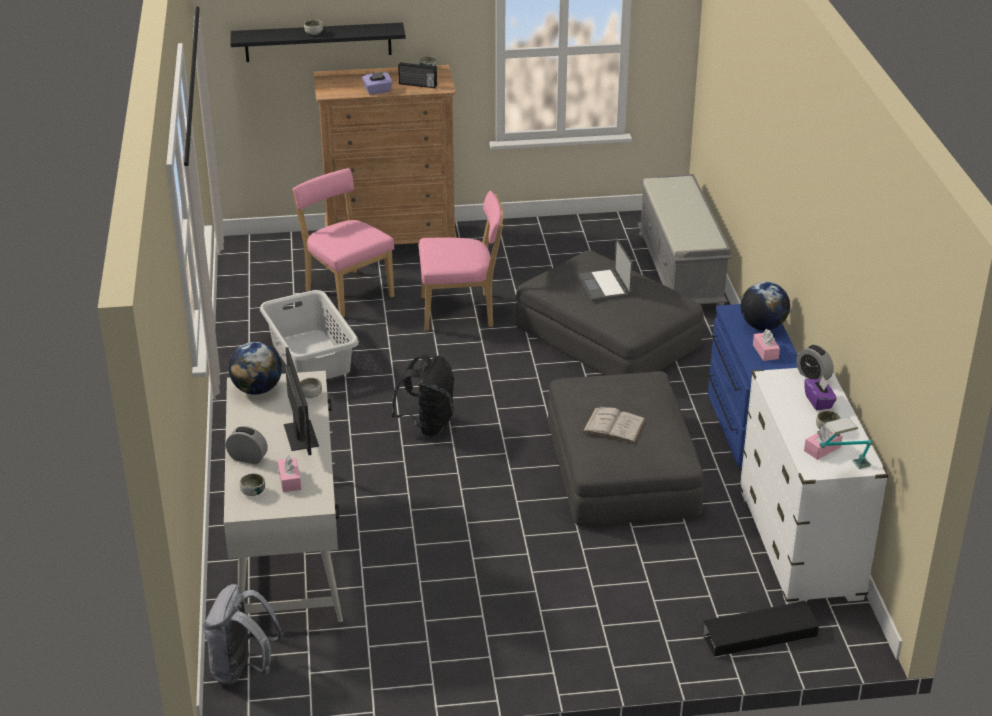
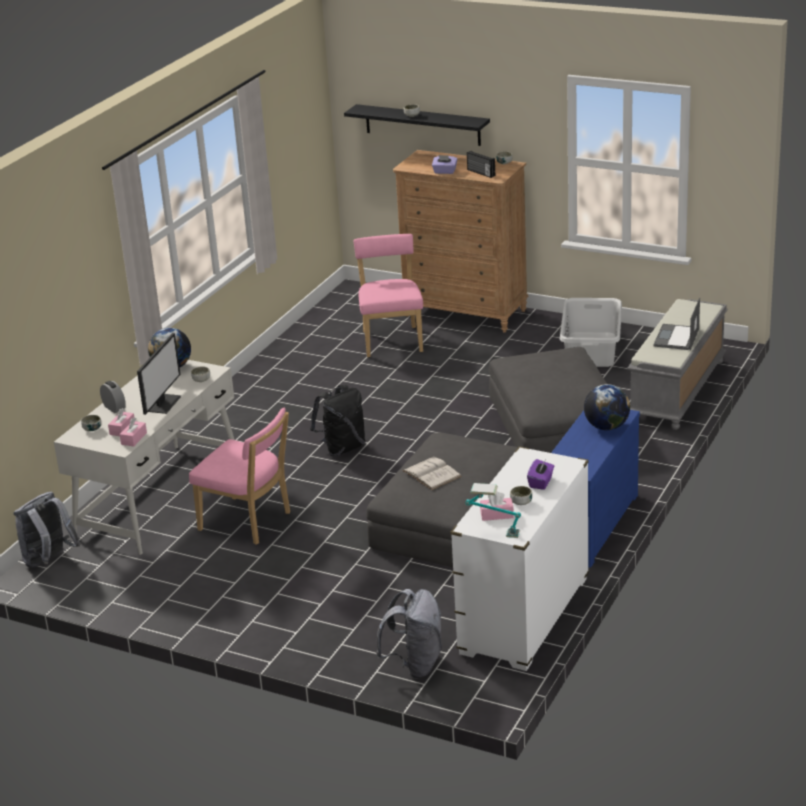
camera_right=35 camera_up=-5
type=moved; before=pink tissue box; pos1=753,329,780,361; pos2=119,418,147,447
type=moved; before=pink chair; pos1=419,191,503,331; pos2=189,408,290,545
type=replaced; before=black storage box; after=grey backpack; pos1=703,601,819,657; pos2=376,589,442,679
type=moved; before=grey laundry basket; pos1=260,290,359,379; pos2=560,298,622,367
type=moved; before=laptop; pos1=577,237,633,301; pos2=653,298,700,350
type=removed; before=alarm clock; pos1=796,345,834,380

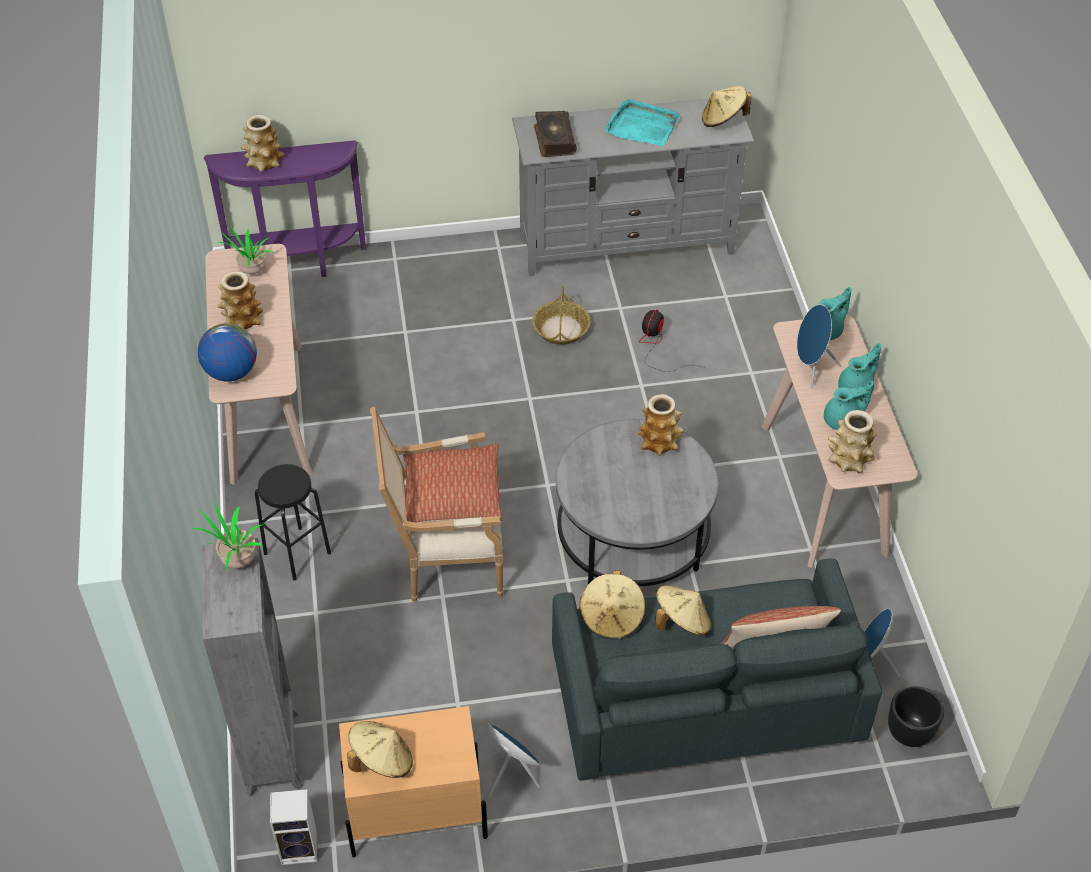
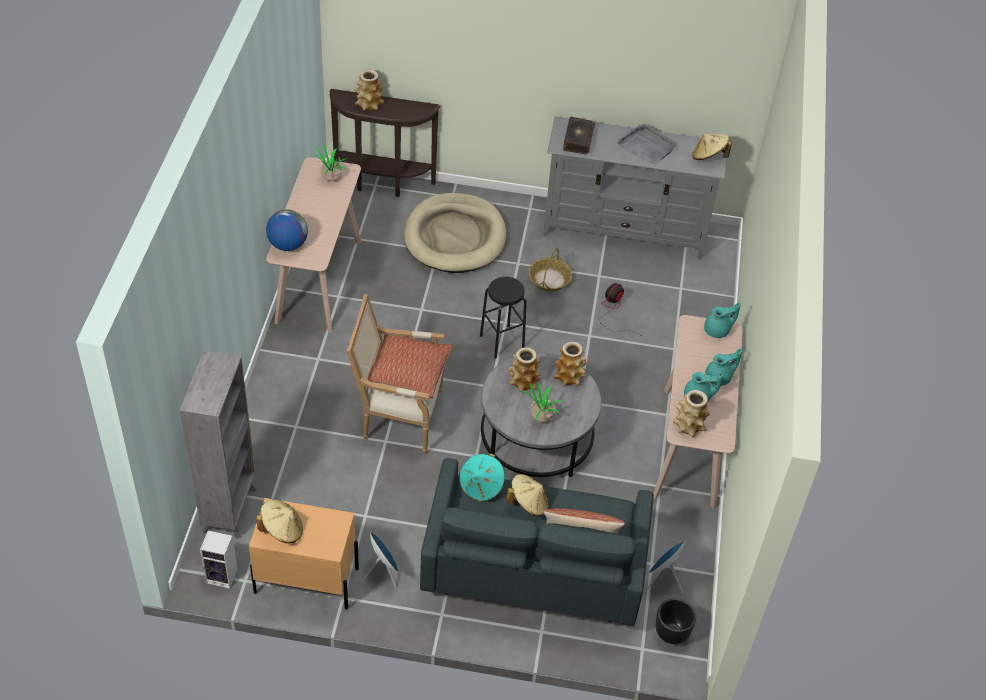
camera_right=15 camera_up=0
type=recoloured; before=purple console table; after=brown console table; pos1=204,140,366,277; pos2=330,89,441,197
type=added; after=beige dog bed; pos2=404,193,506,273
type=recoloured; before=beige hat; after=turquoise hat; pos1=579,570,645,639; pos2=459,453,505,502
type=moved; before=black stool; pos1=255,464,331,580; pos2=480,277,527,358
type=moved; before=vase; pos1=217,271,263,329; pos2=508,347,541,392
type=moved; before=potted plant; pos1=188,503,264,569; pos2=523,382,563,422
type=recoloured; before=turquoise tray; after=grey tray; pos1=605,99,680,146; pos2=616,124,677,165
type=removed; before=blue speaker; pos1=797,304,842,389

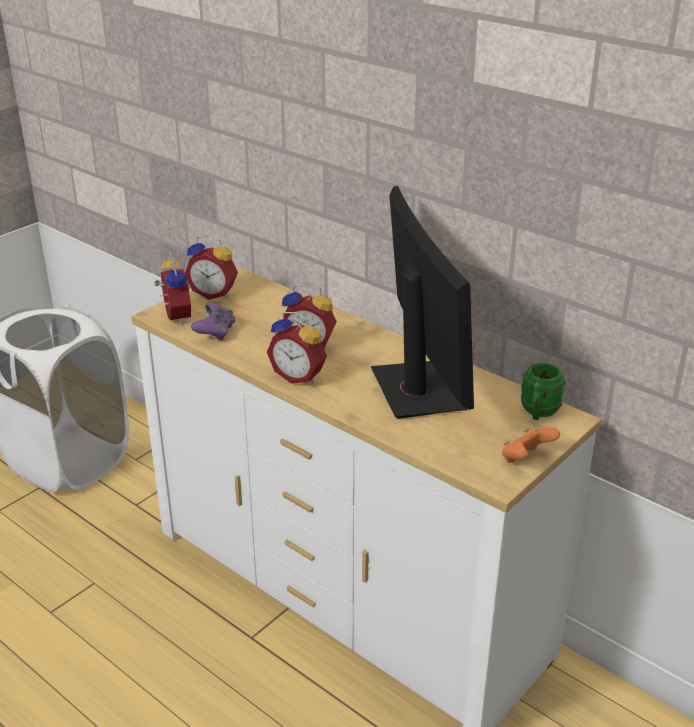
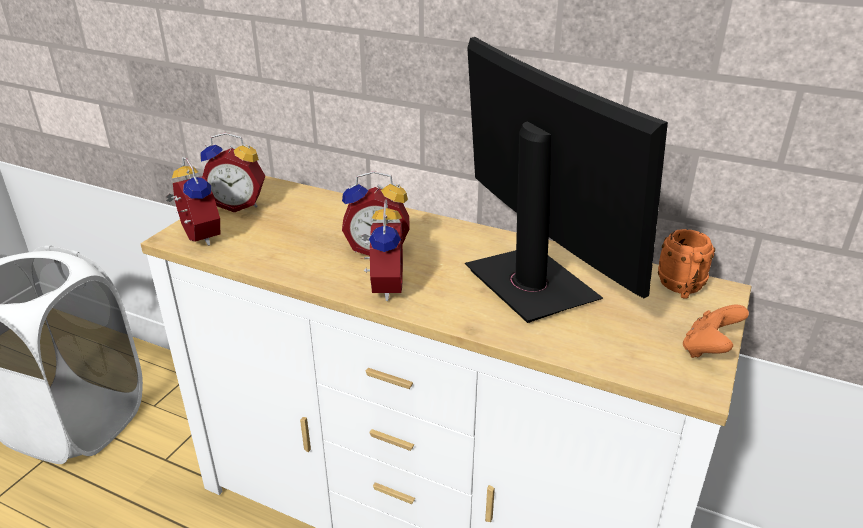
camera_right=-15 camera_up=0
type=turned; before=alarm clock; pos1=267,312,327,384; pos2=361,199,403,301; turn=-105
type=recoloured; before=green mug; after=orange mug; pos1=521,363,565,420; pos2=658,229,715,299
type=removed; before=purple game controller; pos1=191,303,235,341

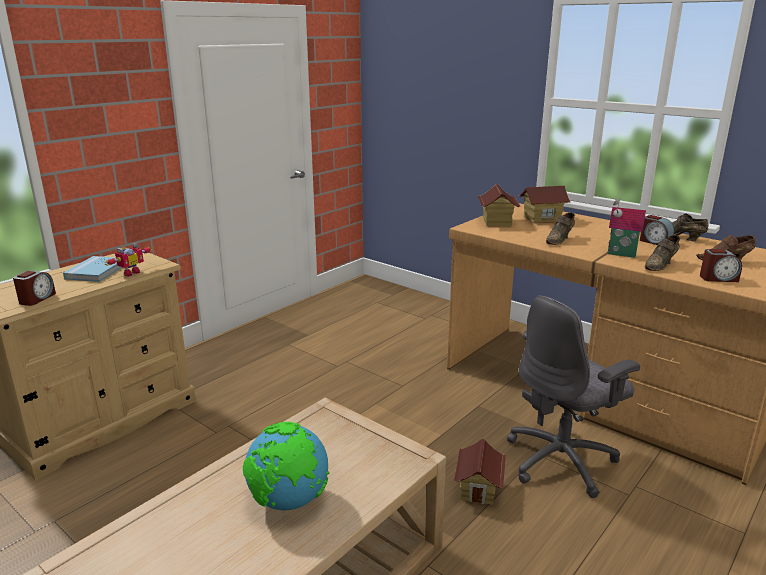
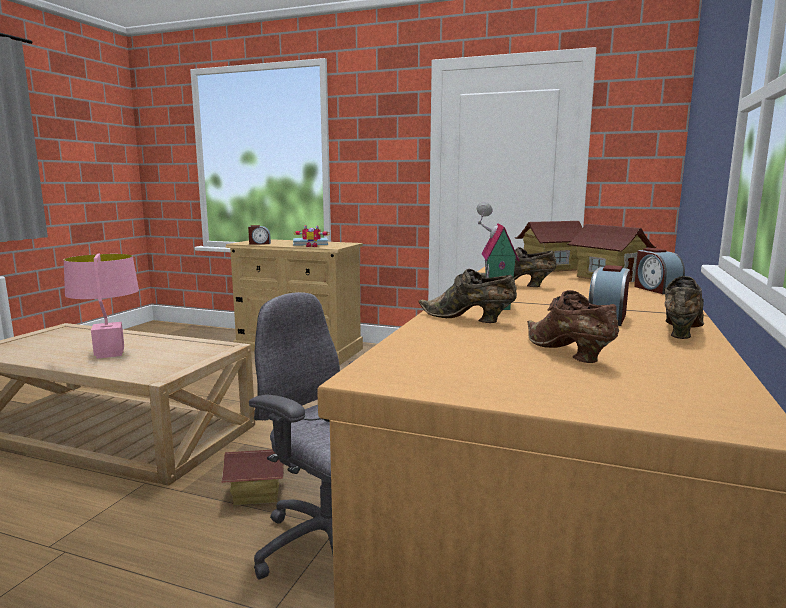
camera_right=70 camera_up=-10
type=replaced; before=globe; after=pink table lamp; pos1=243,422,330,510; pos2=64,253,139,359
type=moved; before=alarm clock; pos1=700,249,742,282; pos2=634,248,685,294

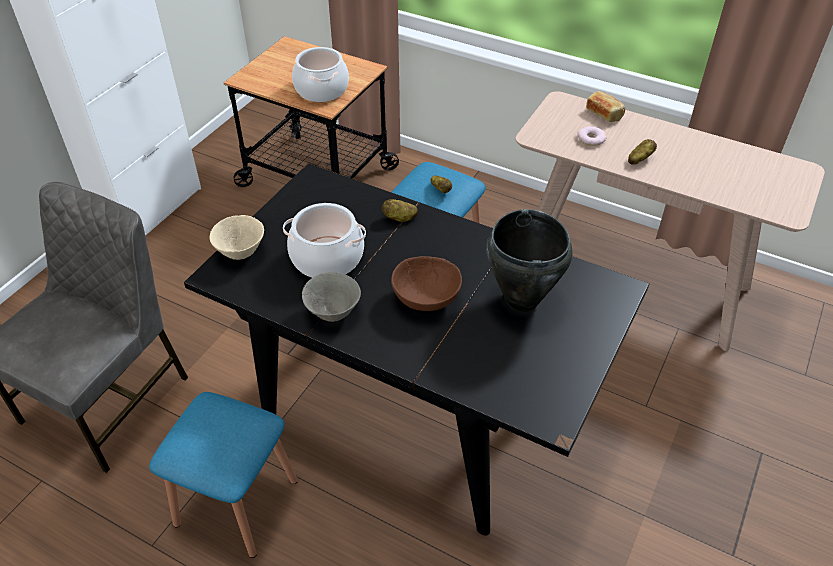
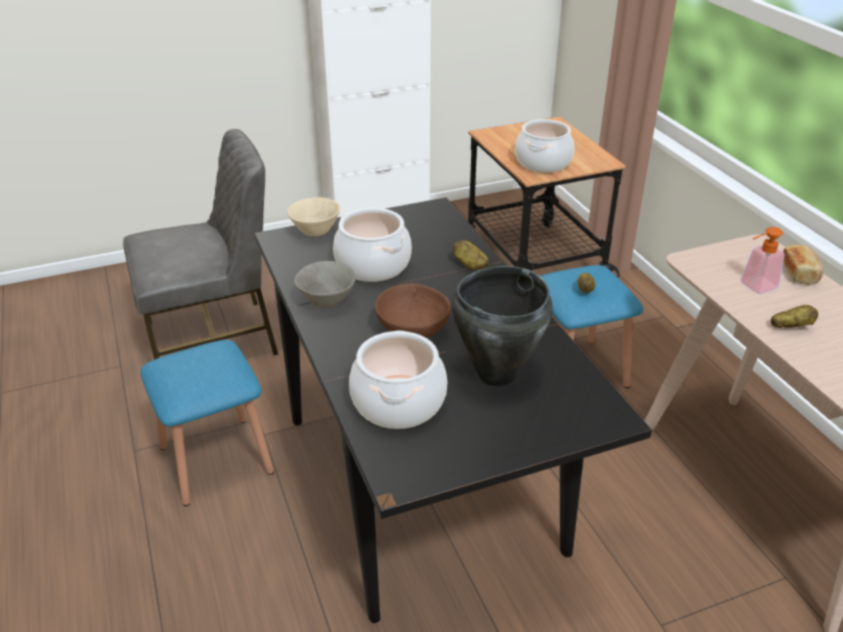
camera_right=40 camera_up=-10
type=added; after=cooking pot; pos2=349,330,447,429
type=replaced; before=donut; after=soap dispenser; pos1=577,126,607,146; pos2=741,227,785,294

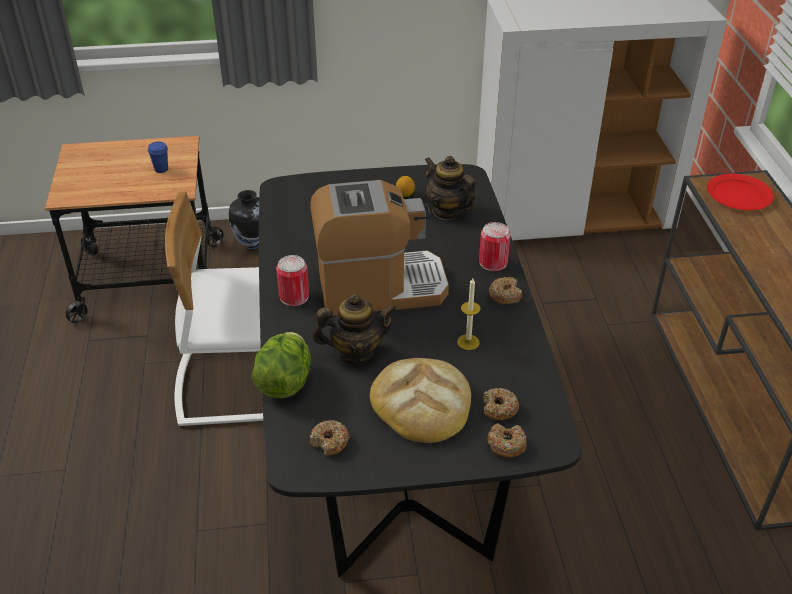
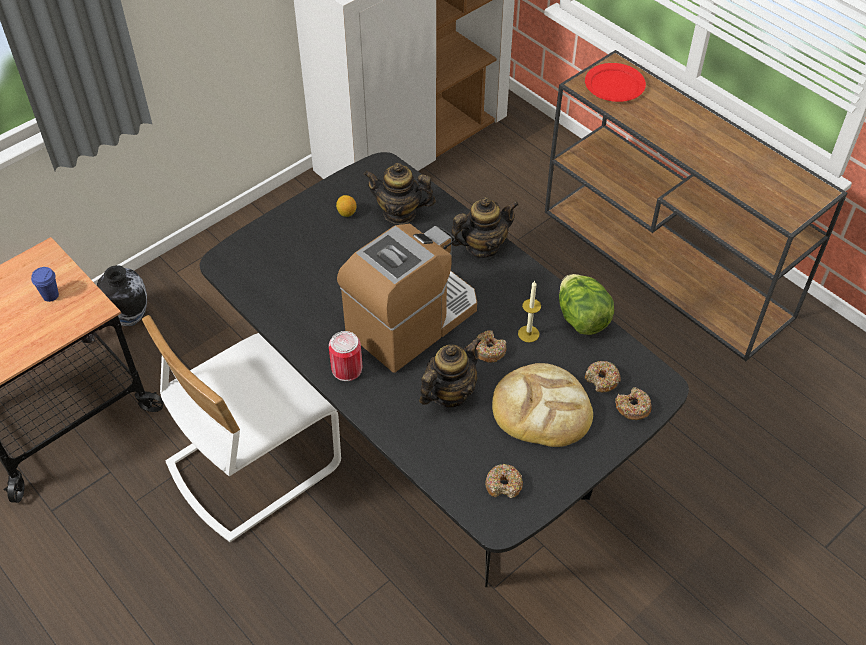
camera_right=-35 camera_up=10
type=replaced; before=can; after=teapot; pos1=479,222,510,271; pos2=451,197,519,258
type=moved; before=donut; pos1=489,277,522,305; pos2=476,330,506,363
type=moved; before=lettuce; pos1=252,332,311,398; pos2=559,274,614,335

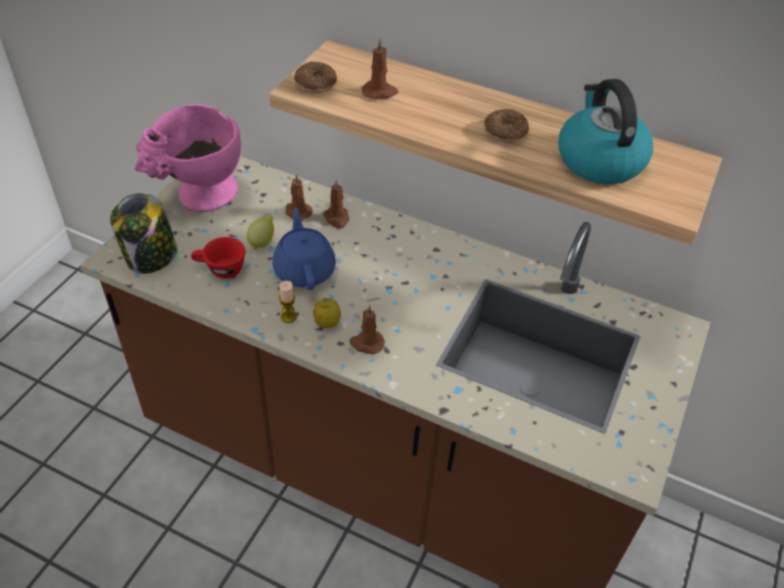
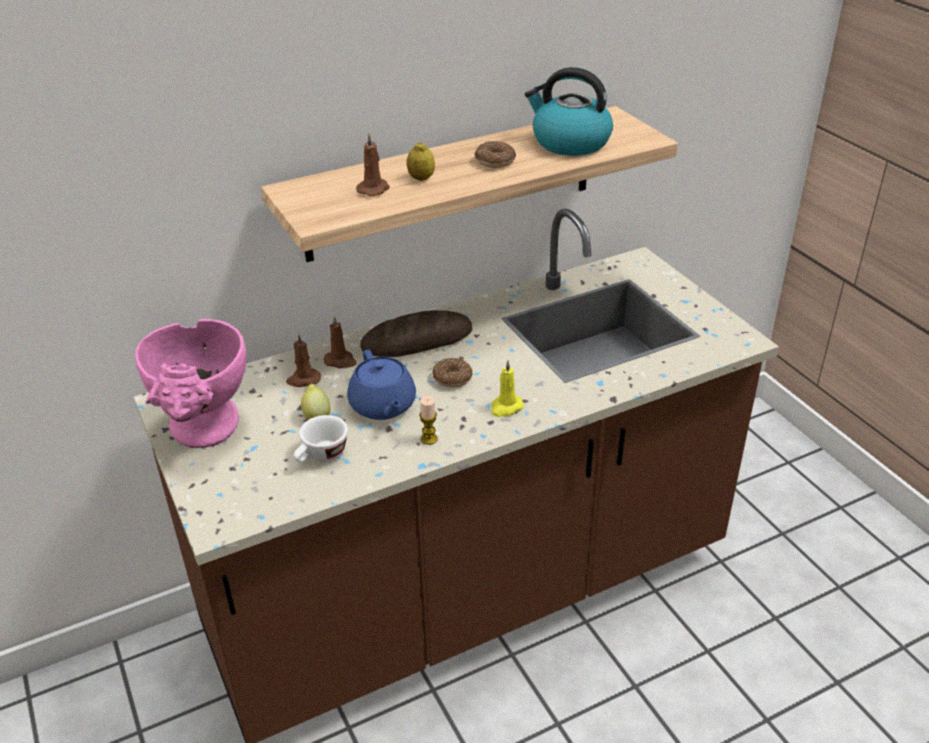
camera_right=-50 camera_up=-10
type=recoloured; before=red cup; after=white cup; pos1=191,237,245,279; pos2=293,415,348,463
type=turned; before=blue teapot; pos1=273,208,336,290; pos2=347,350,416,420; turn=-135
type=added; after=bread; pos2=360,310,472,357
type=moved; before=lemon; pos1=313,298,341,328; pos2=407,142,435,181
type=moved; before=donut; pos1=294,61,337,93; pos2=432,358,473,388
type=recoloured; before=brown candle; after=yellow candle; pos1=349,305,385,354; pos2=491,360,524,417
type=removed; before=jar; pos1=110,193,177,274

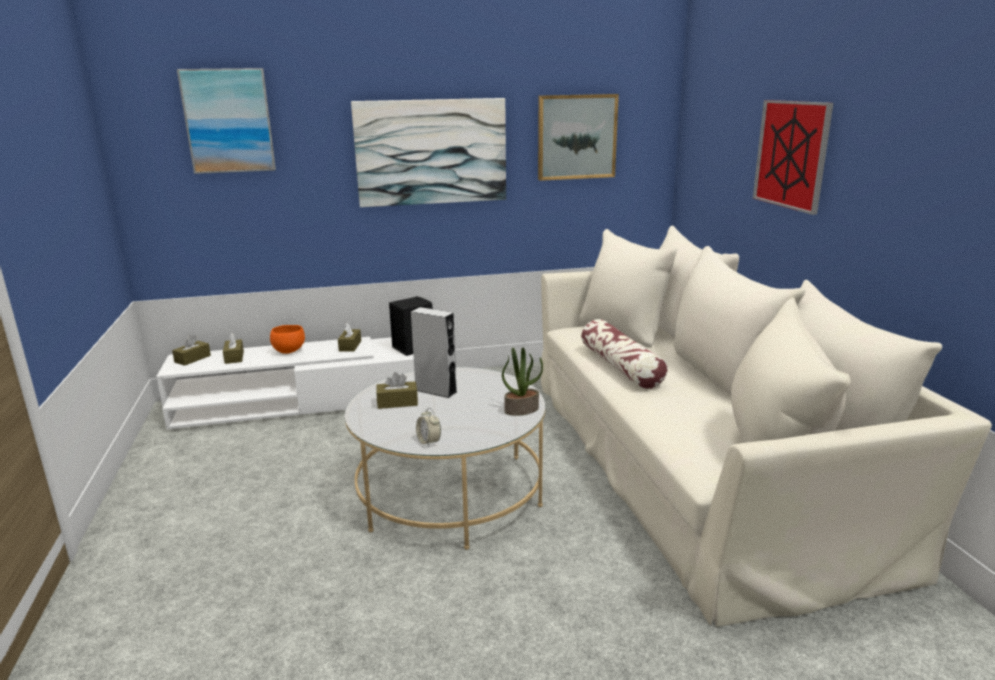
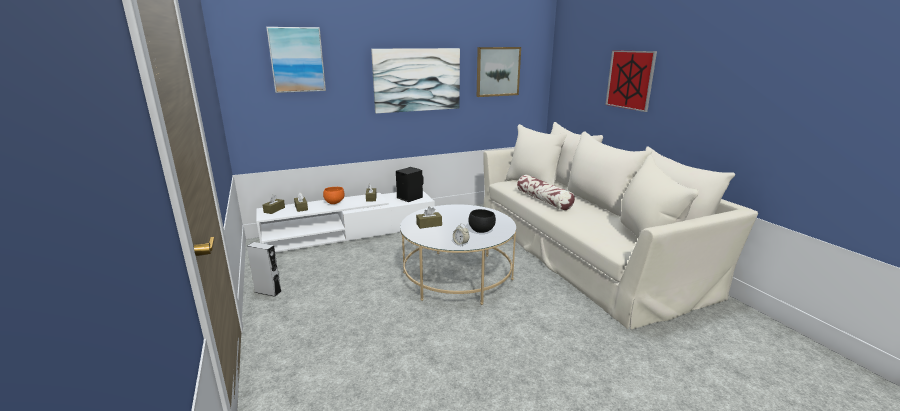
camera_right=-10 camera_up=0
type=moved; before=grey speaker; pos1=411,307,457,398; pos2=247,242,282,297
type=added; after=black bowl; pos2=468,209,496,233
type=removed; before=potted plant; pos1=502,348,543,416

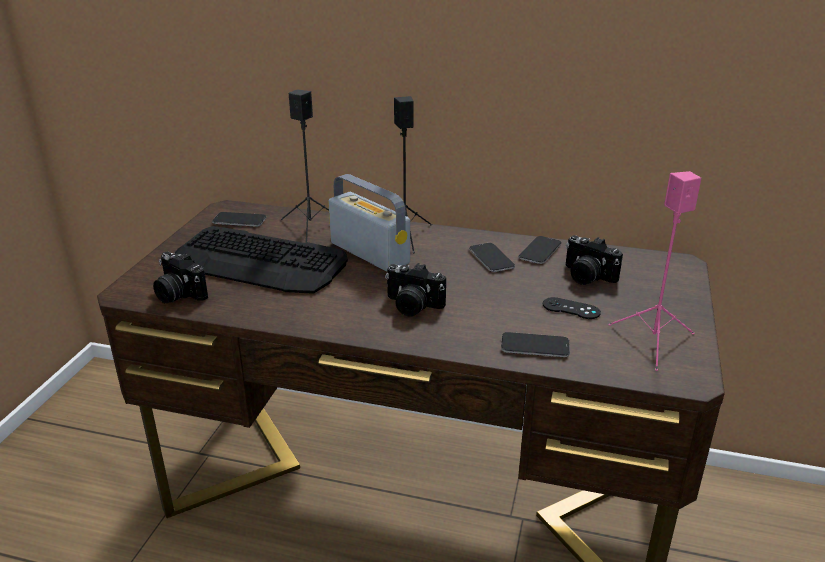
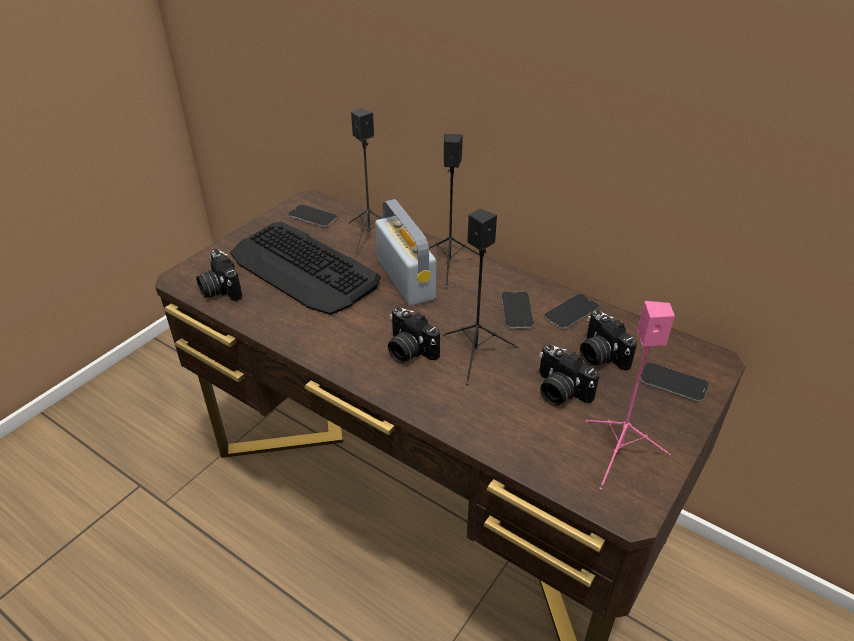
camera_right=20 camera_up=10
type=added; after=black speaker; pos2=443,209,517,385
type=replaced; before=black game controller; after=photo camera; pos1=543,297,601,319; pos2=539,344,599,406
type=moved; before=phone; pos1=501,332,570,357; pos2=640,363,709,402

